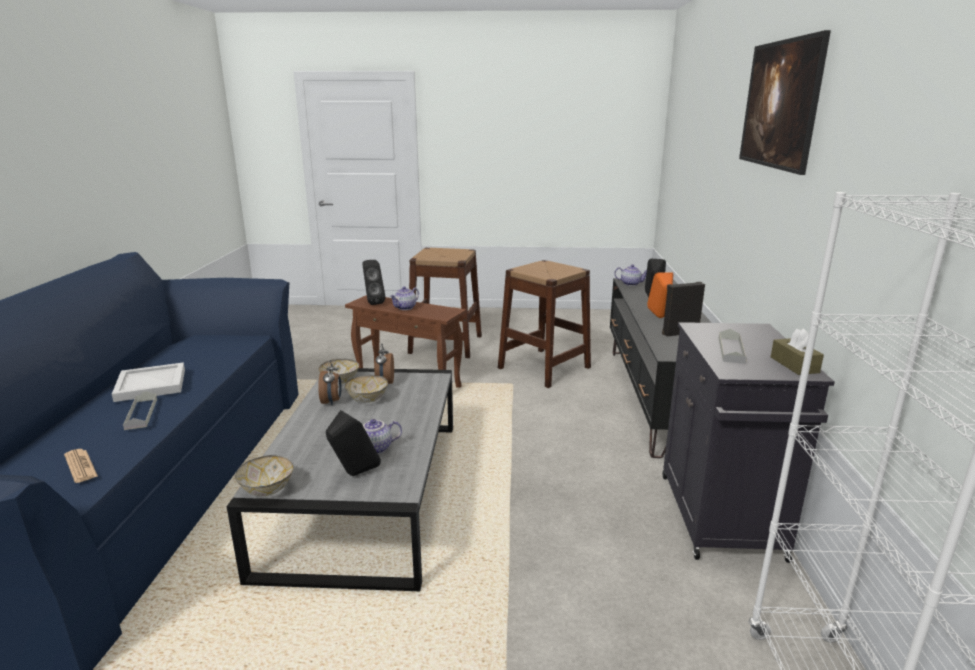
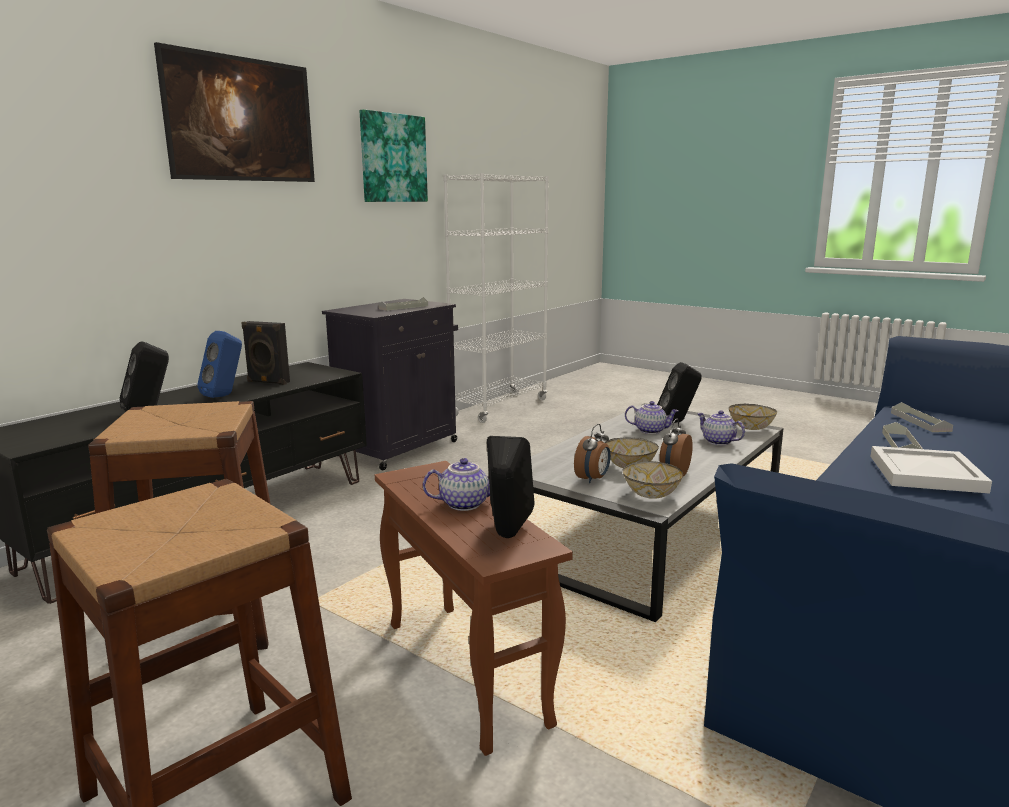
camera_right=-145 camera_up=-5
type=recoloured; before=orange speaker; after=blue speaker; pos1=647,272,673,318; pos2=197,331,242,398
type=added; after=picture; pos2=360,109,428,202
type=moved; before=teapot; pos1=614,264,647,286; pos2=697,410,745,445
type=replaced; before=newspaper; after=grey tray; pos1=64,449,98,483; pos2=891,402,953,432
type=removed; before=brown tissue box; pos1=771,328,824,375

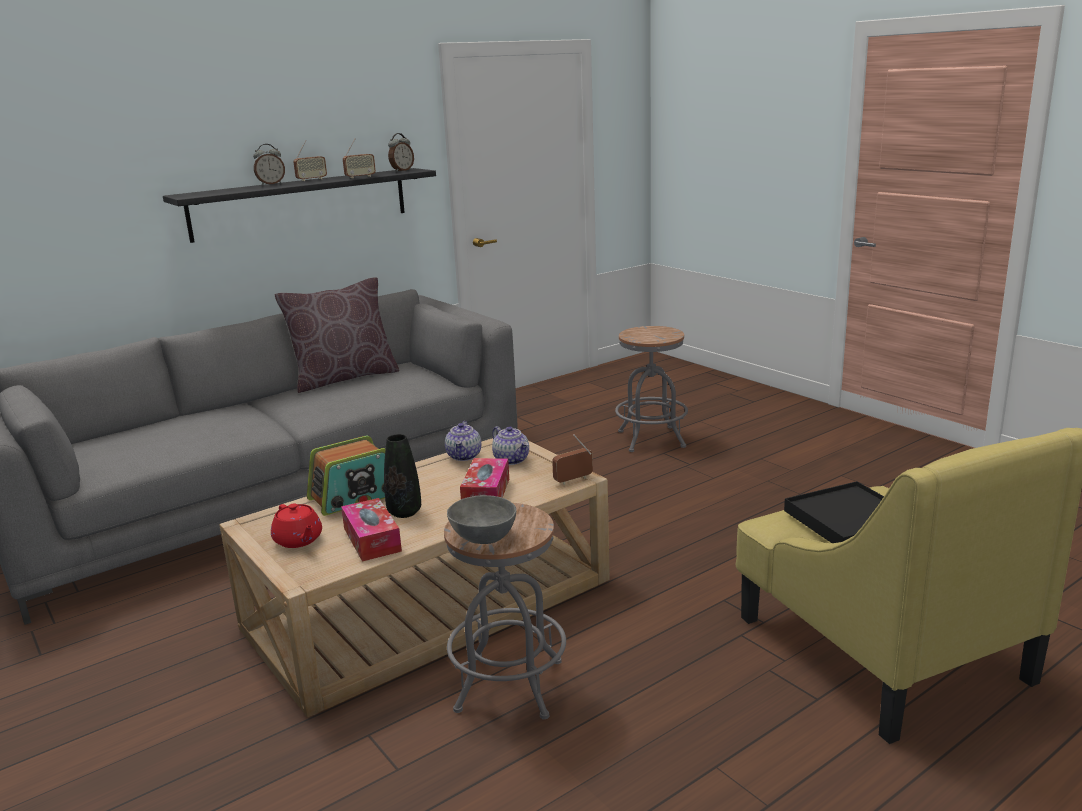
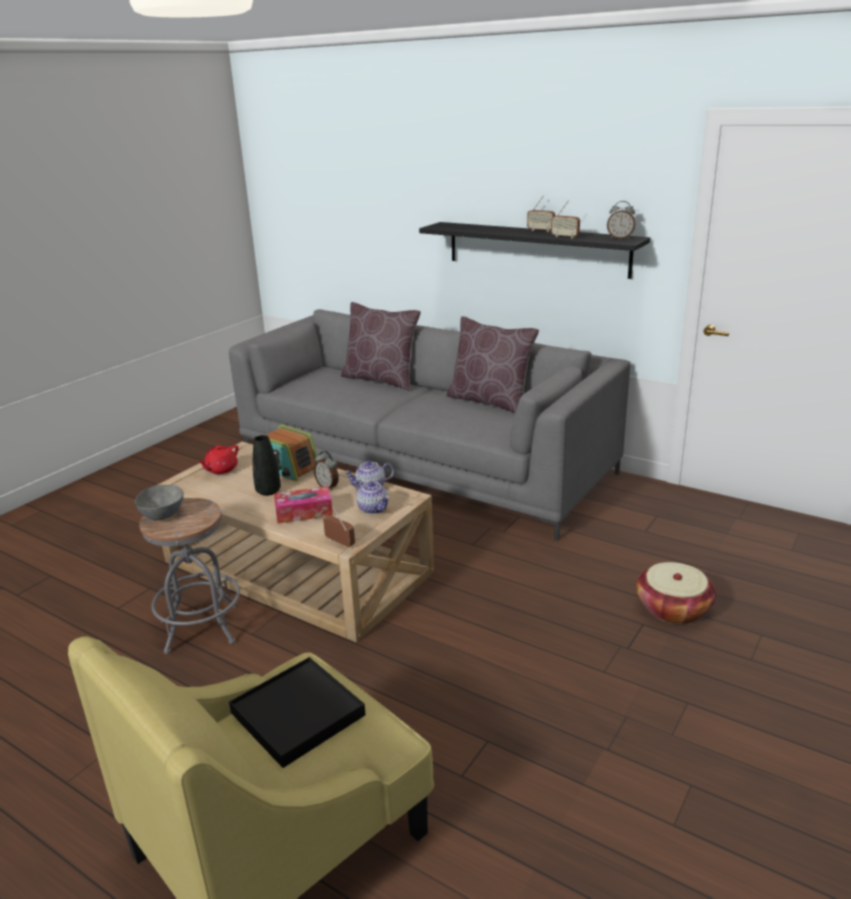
camera_right=70 camera_up=5
type=moved; before=alarm clock; pos1=253,144,285,185; pos2=314,451,339,491
type=added; after=brown pillow; pos2=341,302,421,390
type=turned; before=teapot; pos1=492,426,529,465; pos2=355,480,389,514; turn=-75
type=replaced; before=grey stool; after=basket; pos1=615,326,688,452; pos2=636,562,716,624
type=removed; before=tissue box; pos1=341,498,402,561

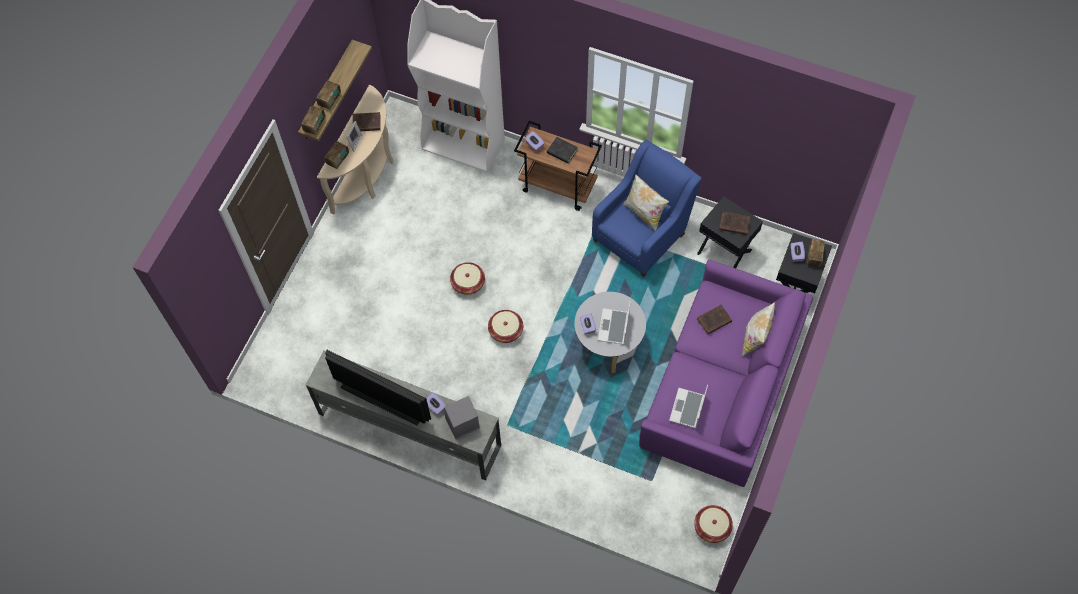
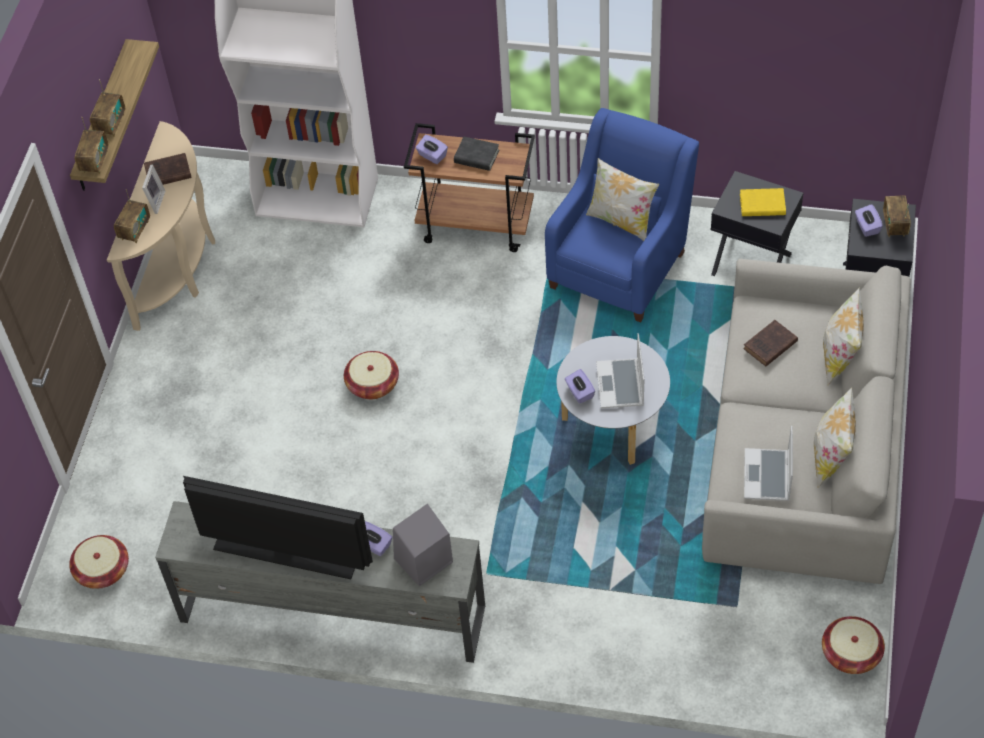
camera_right=-10 camera_up=-10
type=moved; before=basket; pos1=488,310,523,343; pos2=69,535,129,589
type=recoloured; before=purple sofa; after=grey sofa; pos1=639,259,813,487; pos2=702,259,911,584
type=recoloured; before=brown book; after=yellow book; pos1=719,212,750,235; pos2=740,188,786,216
type=added; after=pillow; pos2=814,387,856,488

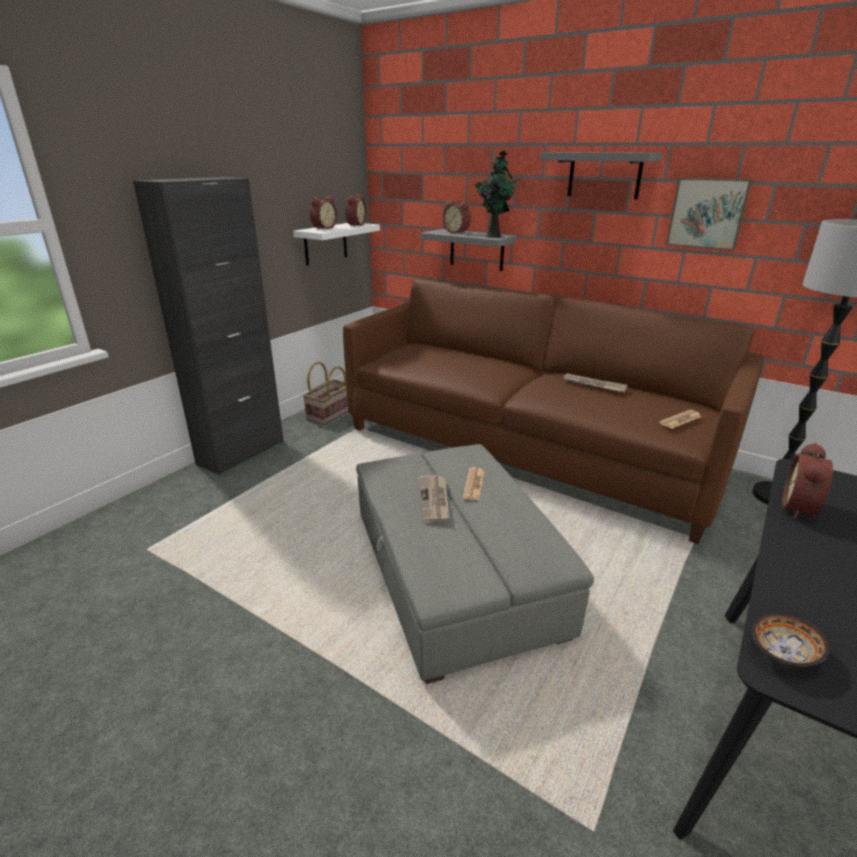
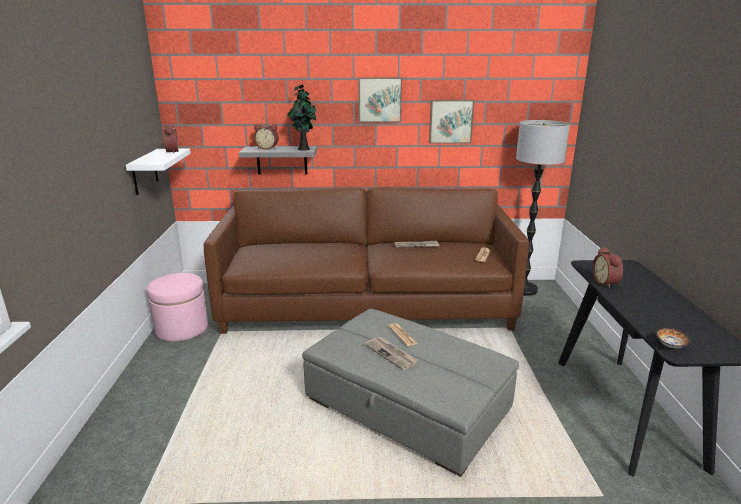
camera_right=-35 camera_up=-5
type=replaced; before=basket; after=pink ottoman; pos1=303,362,348,425; pos2=147,273,208,342
type=replaced; before=grey shelf; after=picture; pos1=540,152,662,199; pos2=358,77,402,122
type=removed; before=black cabinet; pos1=133,177,284,475
type=removed; before=alarm clock; pos1=310,196,337,230

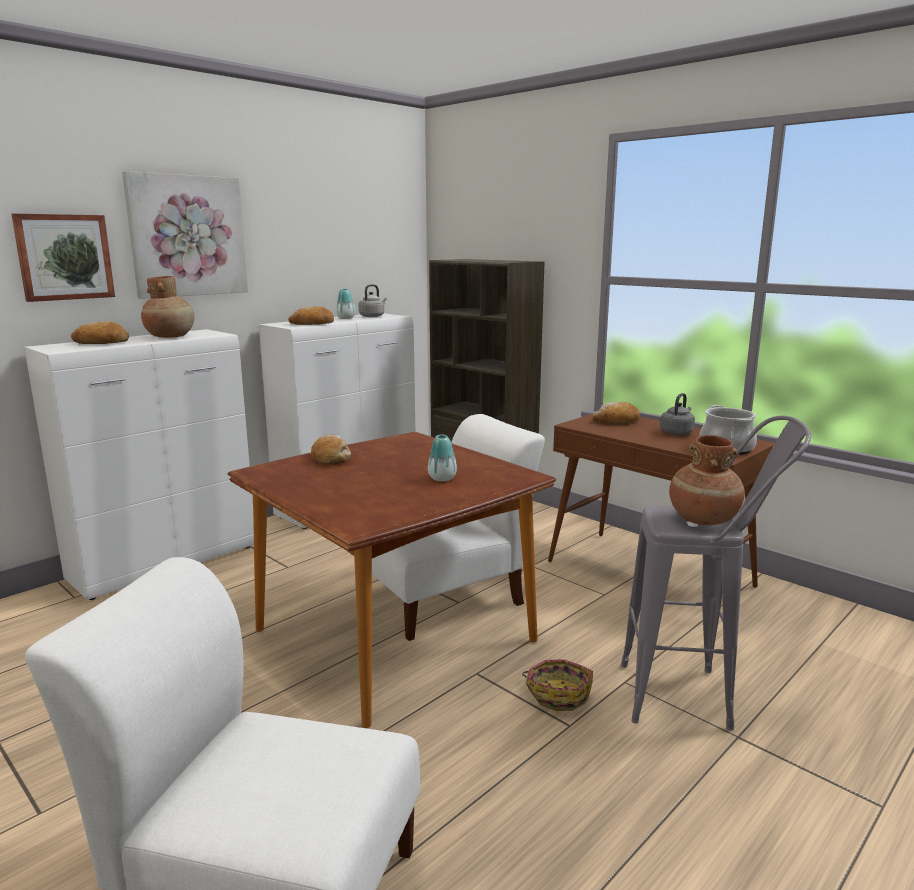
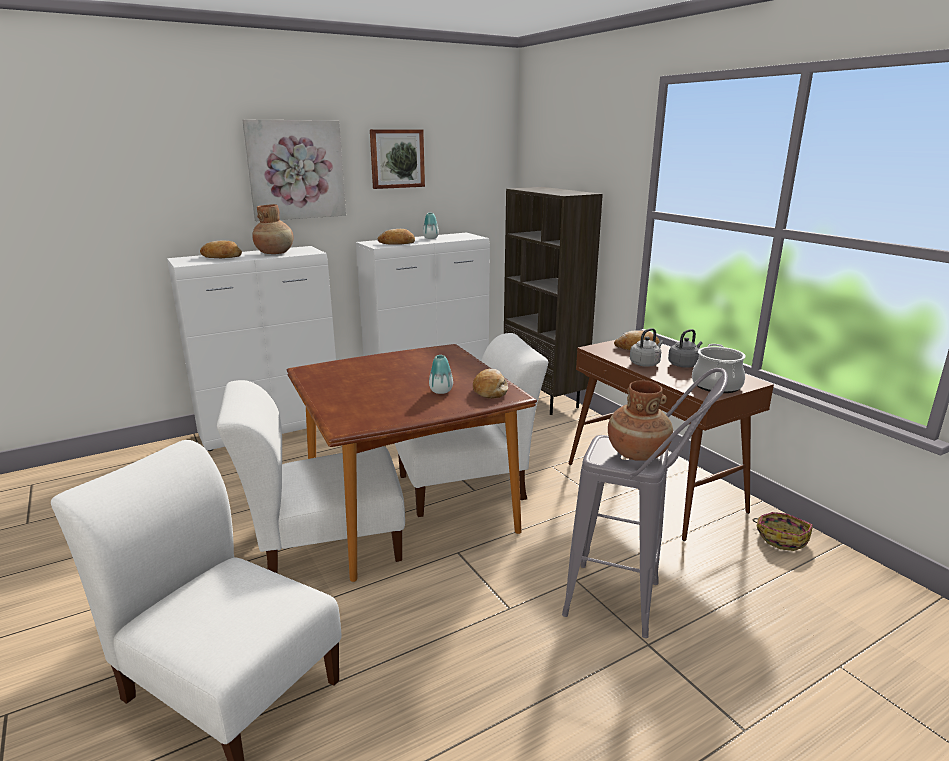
camera_right=15 camera_up=5
type=added; after=white chair; pos2=217,380,405,573
type=moved; before=picture; pos1=11,214,115,302; pos2=370,129,425,189
type=moved; before=bread; pos1=311,434,351,465; pos2=473,369,508,399
type=moved; before=grey kettle; pos1=359,284,387,317; pos2=630,328,663,367
type=moved; before=basket; pos1=522,659,593,711; pos2=752,512,813,551

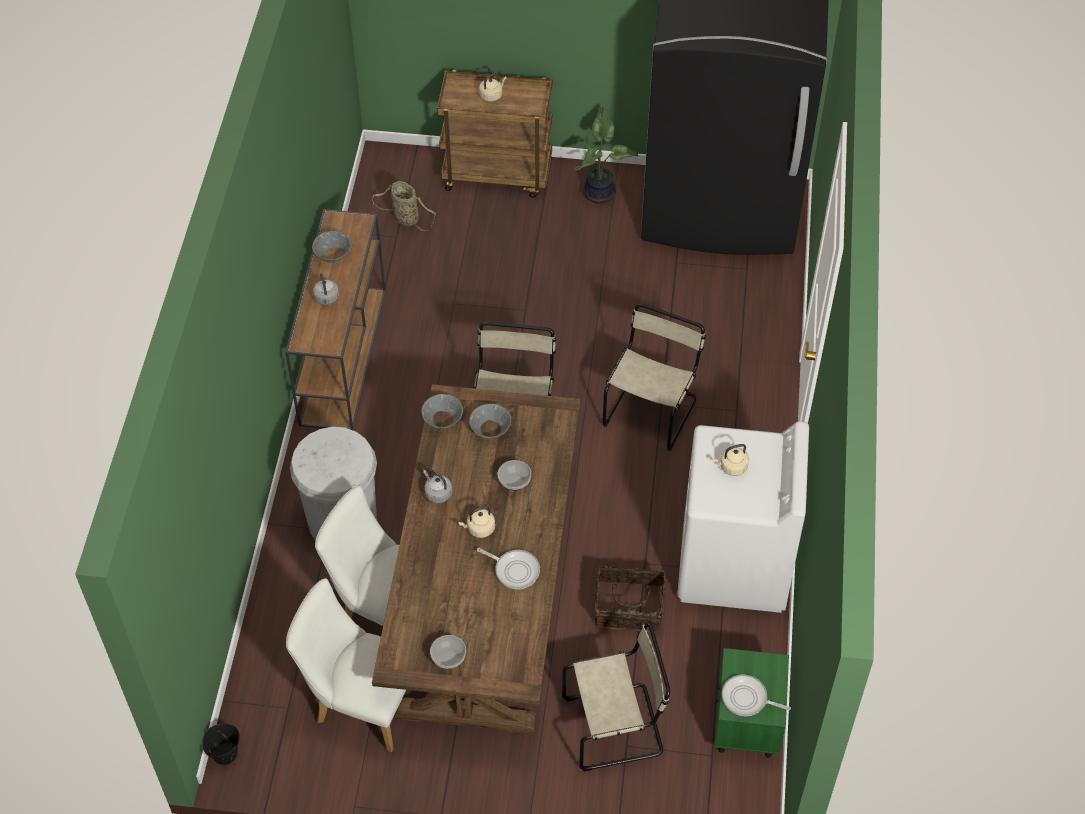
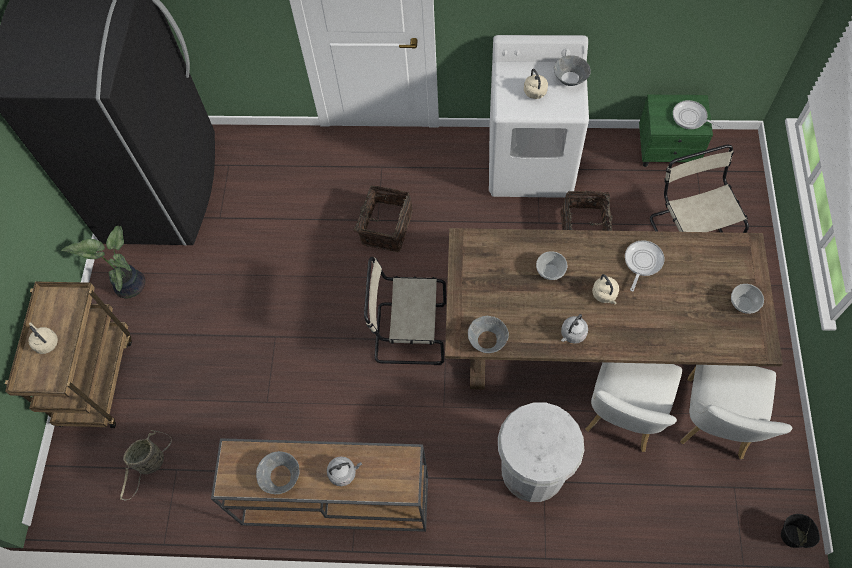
camera_right=-90 camera_up=10
type=replaced; before=beige chair; after=basket; pos1=602,304,706,451; pos2=349,185,413,252
type=moved; before=grey bowl; pos1=469,404,511,439; pos2=554,55,591,86
type=turned; before=frying pan; pos1=722,675,791,716; pos2=673,100,725,129; turn=105

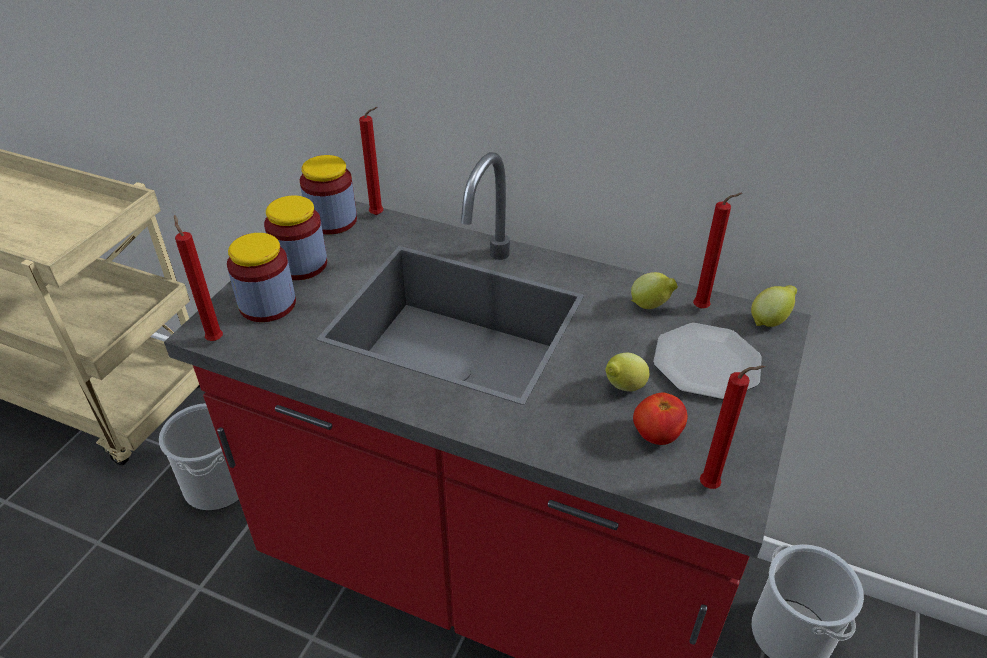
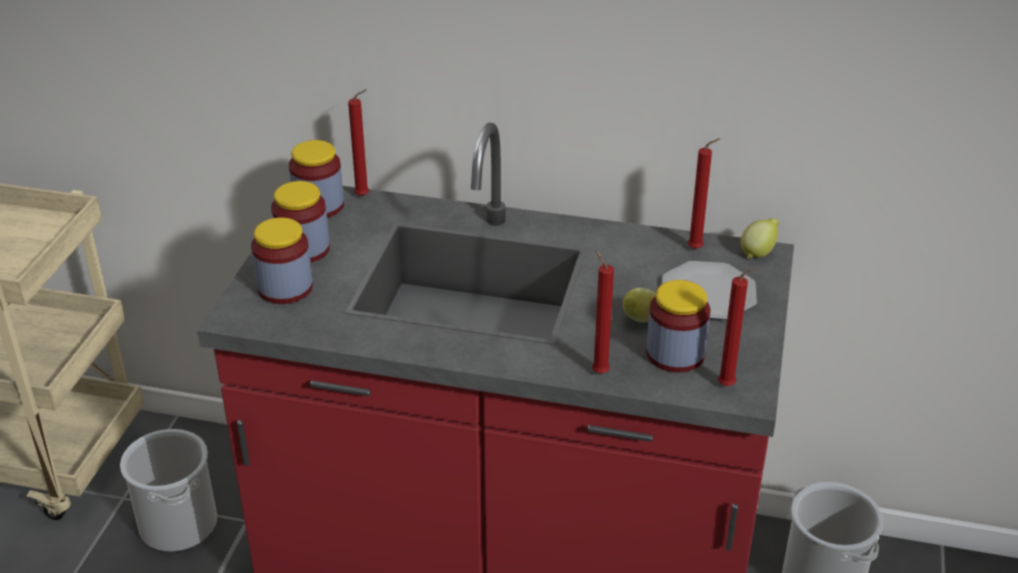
camera_right=-10 camera_up=-5
type=moved; before=red candle; pos1=174,215,223,341; pos2=592,250,614,373
type=replaced; before=tomato; after=jar; pos1=633,392,687,445; pos2=646,280,711,372
type=removed; before=lemon; pos1=631,272,678,309

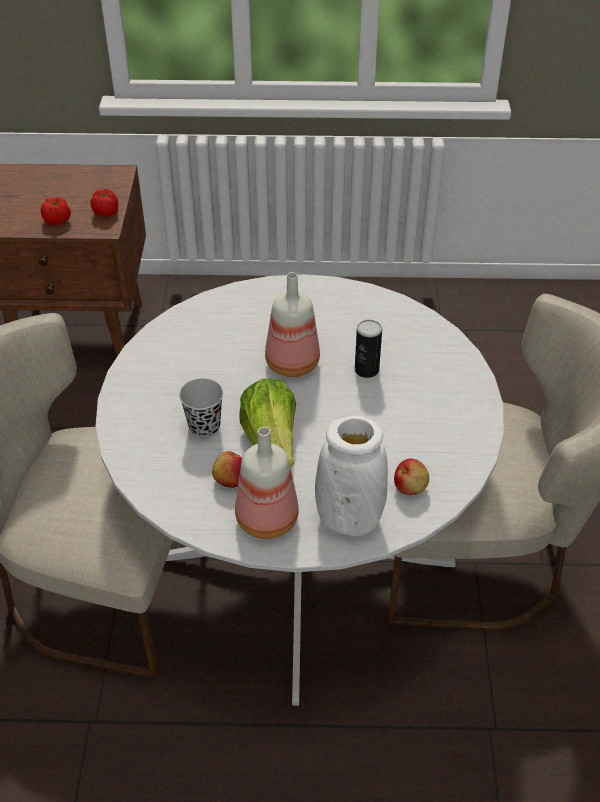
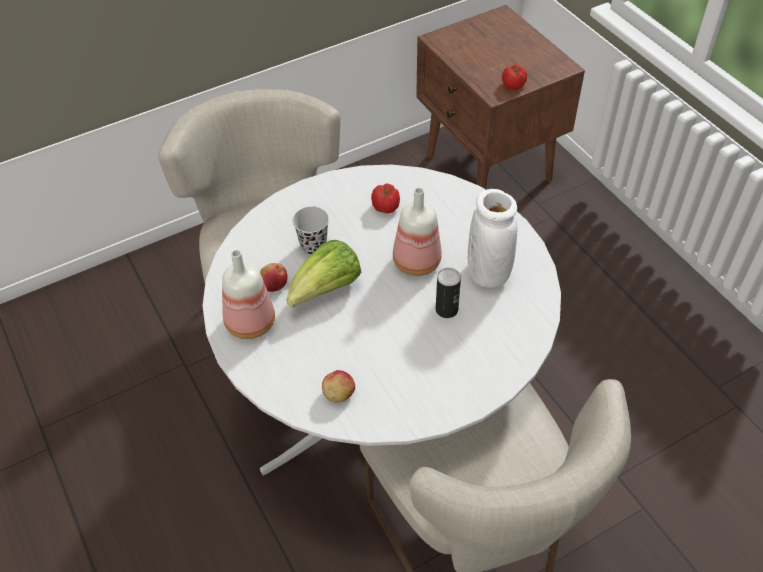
camera_right=60 camera_up=5
type=moved; before=tomato; pos1=41,197,71,225; pos2=371,184,400,213
type=moved; before=white vase; pos1=315,416,388,536; pos2=468,189,517,288

